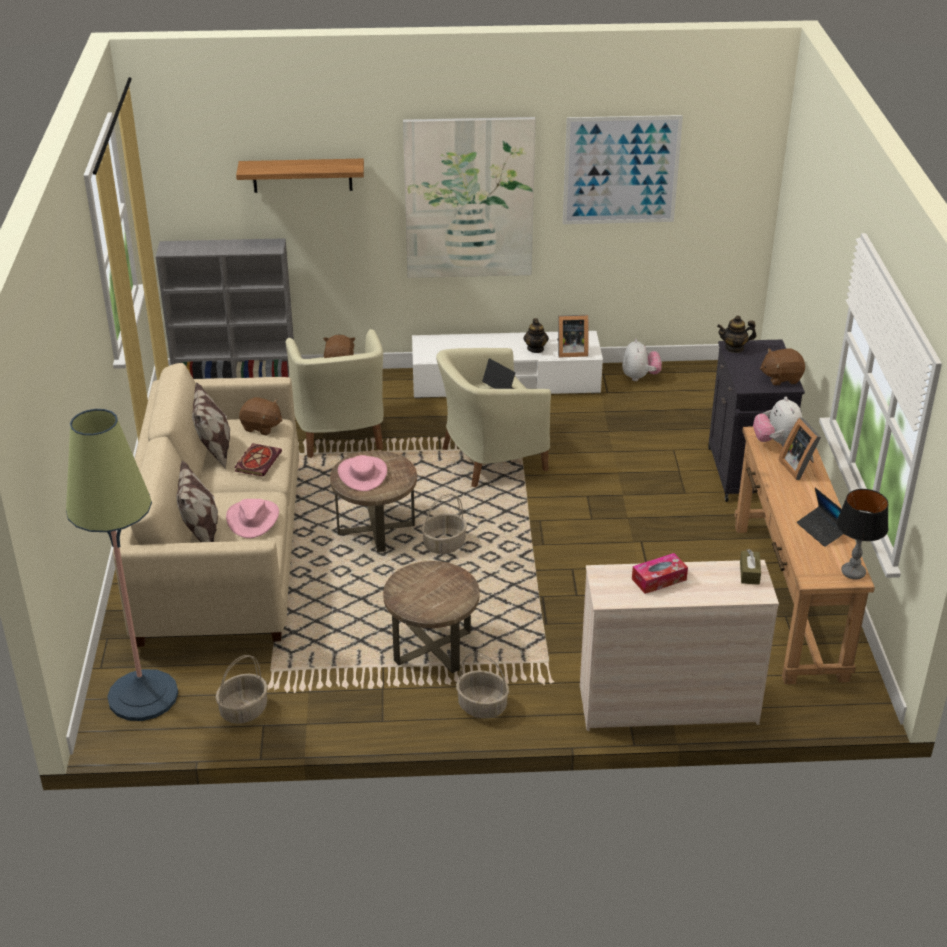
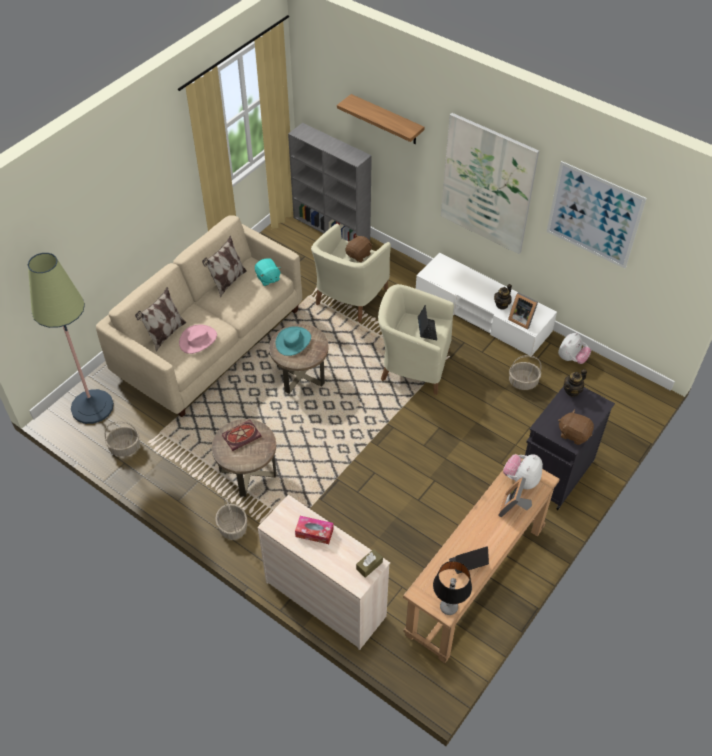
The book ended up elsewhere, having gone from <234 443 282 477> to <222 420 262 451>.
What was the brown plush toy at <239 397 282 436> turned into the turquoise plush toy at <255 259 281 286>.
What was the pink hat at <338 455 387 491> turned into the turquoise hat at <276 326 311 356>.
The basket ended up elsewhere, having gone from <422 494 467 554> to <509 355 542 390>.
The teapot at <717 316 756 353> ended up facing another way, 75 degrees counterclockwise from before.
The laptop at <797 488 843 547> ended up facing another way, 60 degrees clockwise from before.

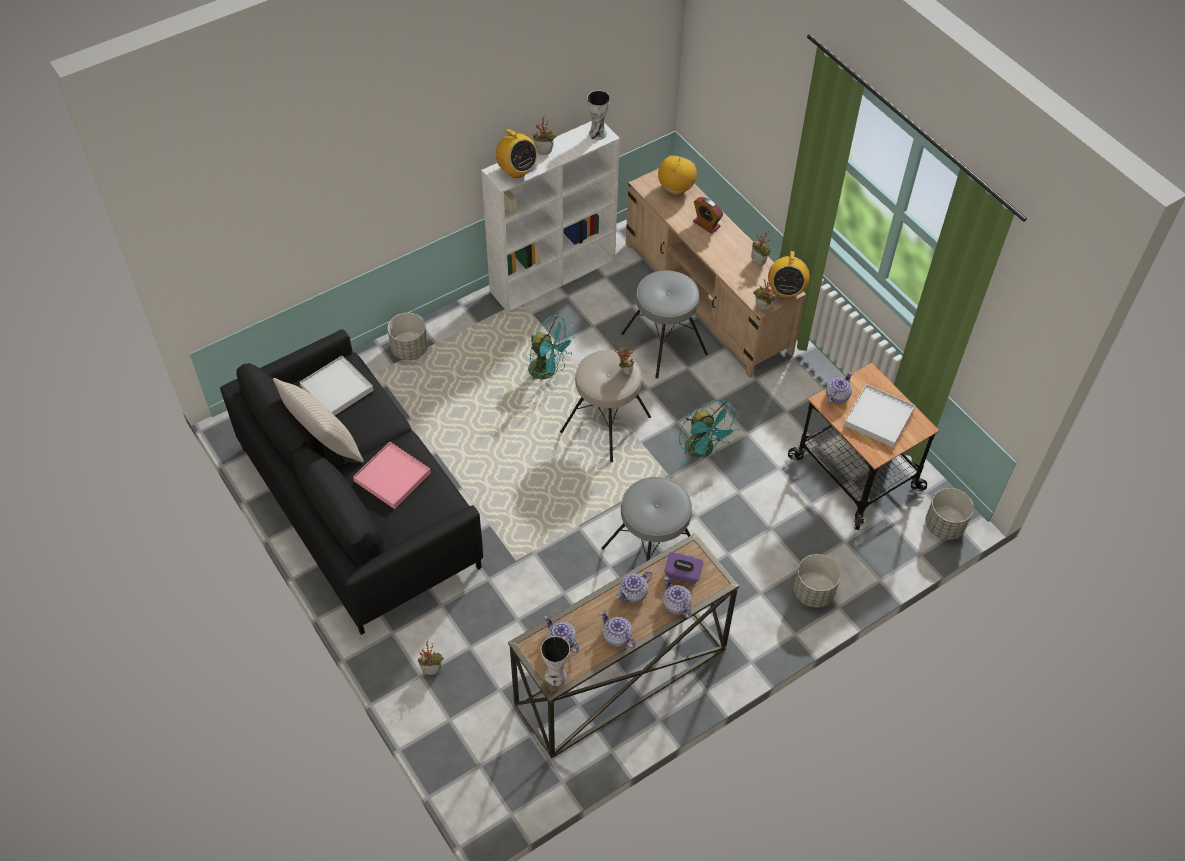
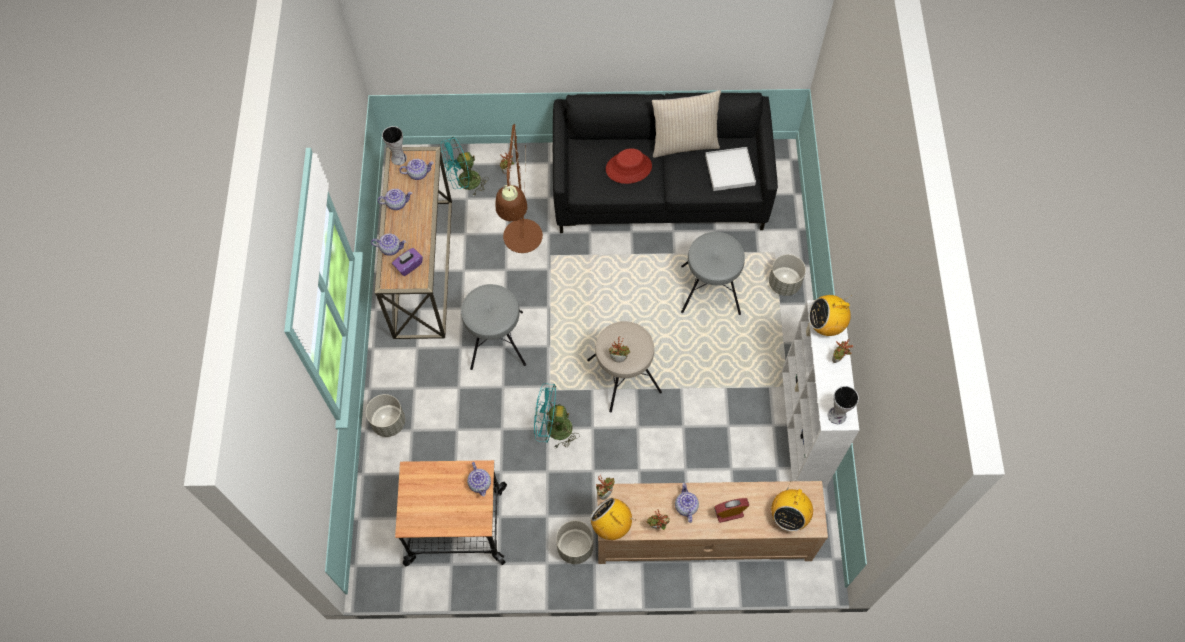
Where the pink tray stood at <353 442 431 509>, the red hat came to stand at <606 148 652 184>.
The turquoise fan ended up elsewhere, having gone from <528 314 575 387> to <441 137 489 197>.
The teapot ended up elsewhere, having gone from <616 570 652 603> to <675 483 699 523>.
The grey stool ended up elsewhere, having gone from <621 270 708 378> to <681 232 745 315>.
The radio at <658 155 697 196> ended up facing another way, 60 degrees clockwise from before.
The second view lost the white tray at <844 384 915 447>.
The grey planter ended up elsewhere, having gone from <925 488 974 540> to <556 520 594 564>.
The second view gained the brown floor lamp at <495 125 543 253>.

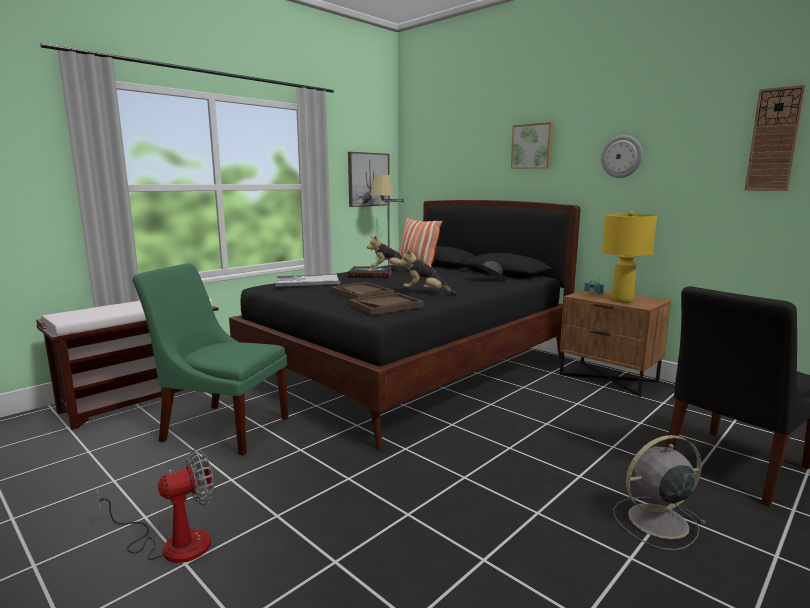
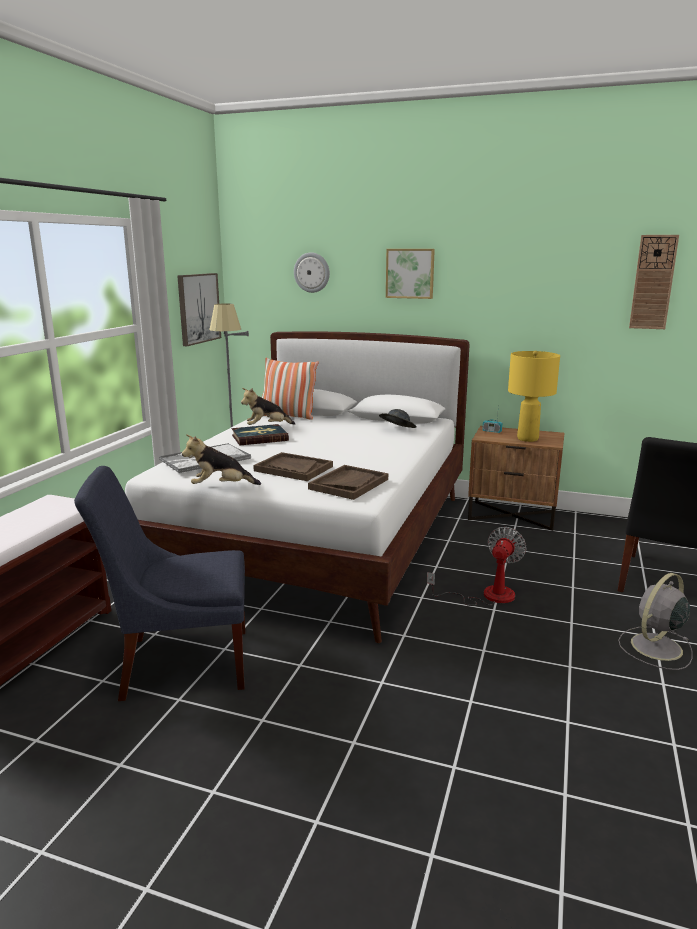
The fan ended up elsewhere, having gone from <97 449 214 563> to <427 527 526 606>.
What was the green chair at <133 263 288 456> turned into the blue chair at <74 466 245 701>.
What was the black bed at <229 200 580 450> turned into the white bed at <125 331 470 643>.
The plush toy ended up elsewhere, having gone from <398 249 457 295> to <182 434 261 485>.
The wall clock ended up elsewhere, having gone from <601 135 643 178> to <294 252 330 293>.

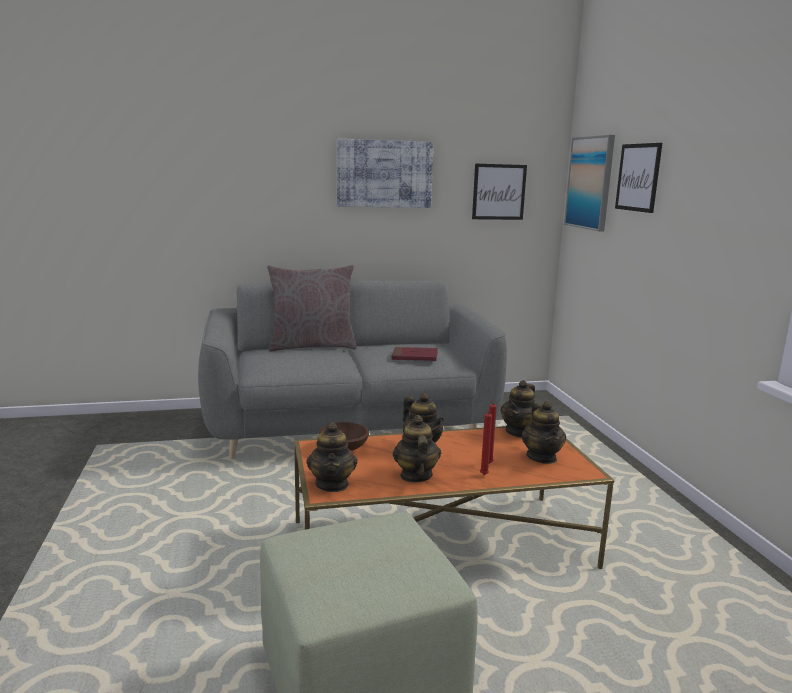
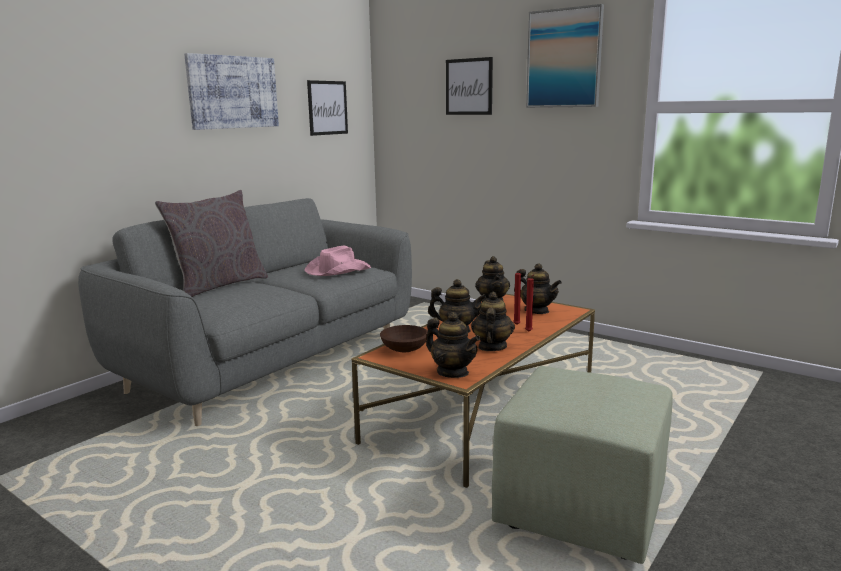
Where the red book stood at <392 347 438 361>, the pink hat came to stand at <305 245 371 276>.
The teapot at <393 415 441 483> ended up facing another way, 60 degrees clockwise from before.
The picture ended up elsewhere, having gone from <564 135 615 232> to <526 4 604 108>.

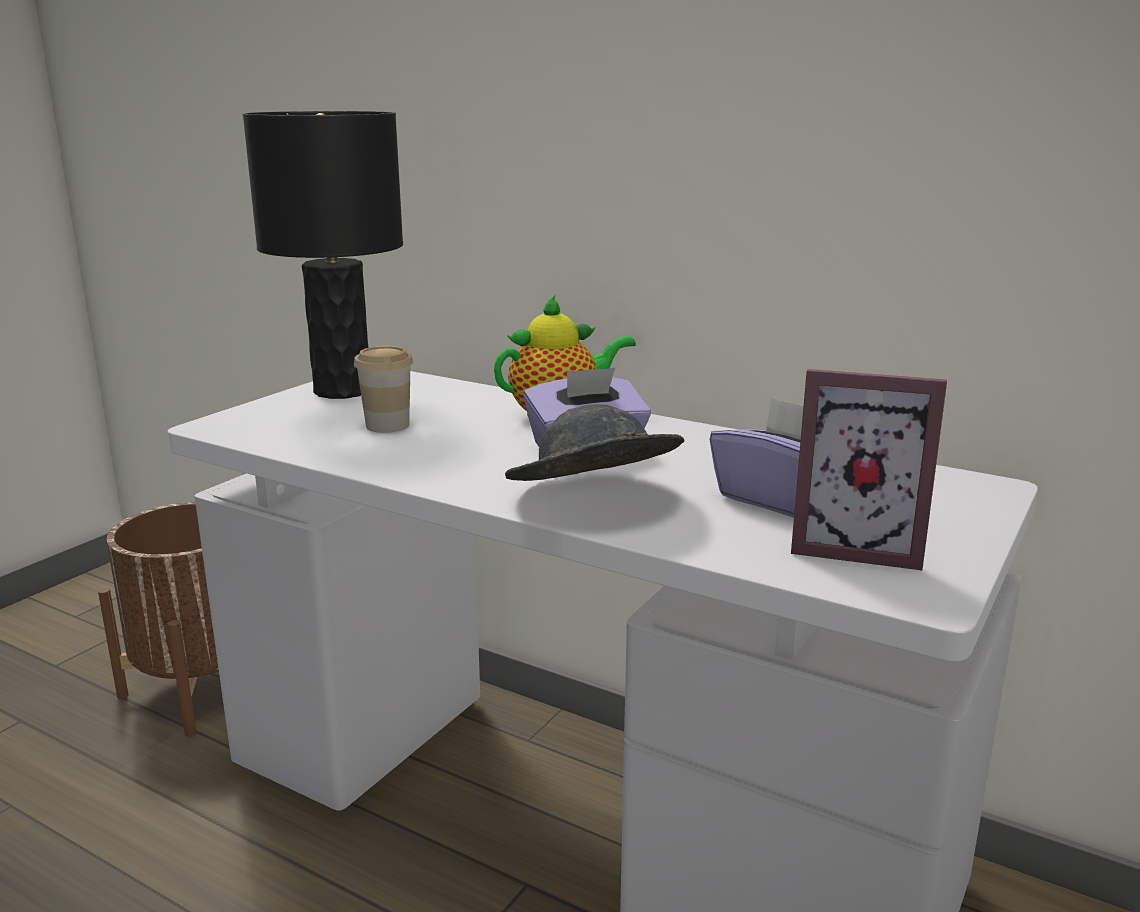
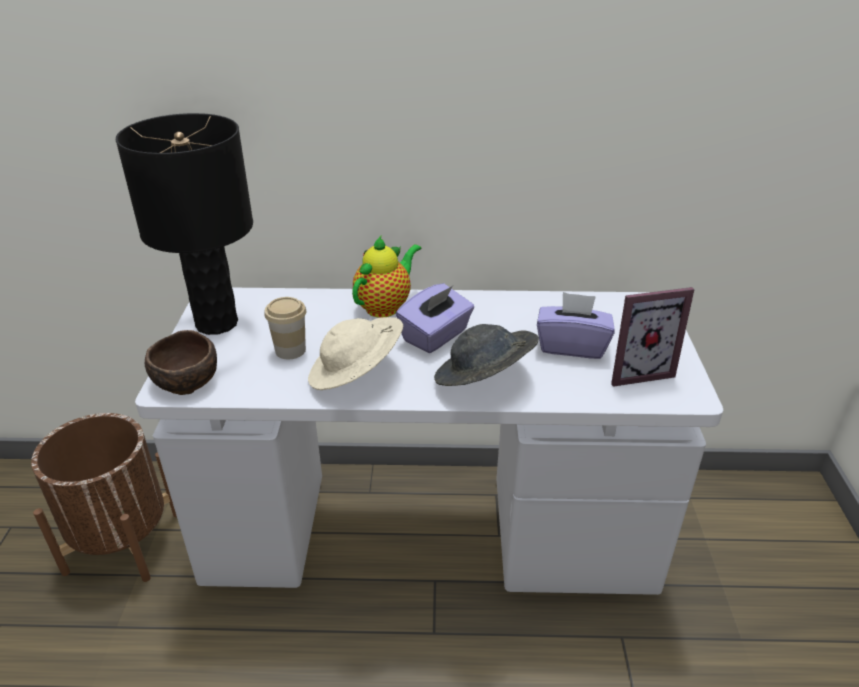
The second view gained the brown bowl at <145 330 217 395>.
The second view gained the beige hat at <308 317 403 390>.

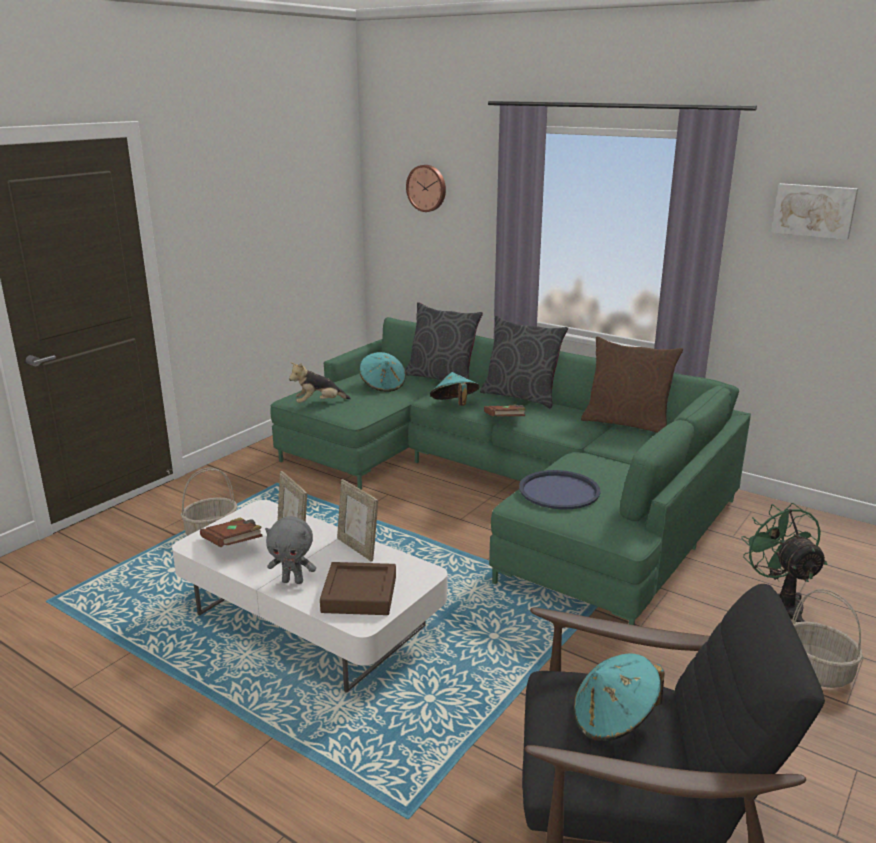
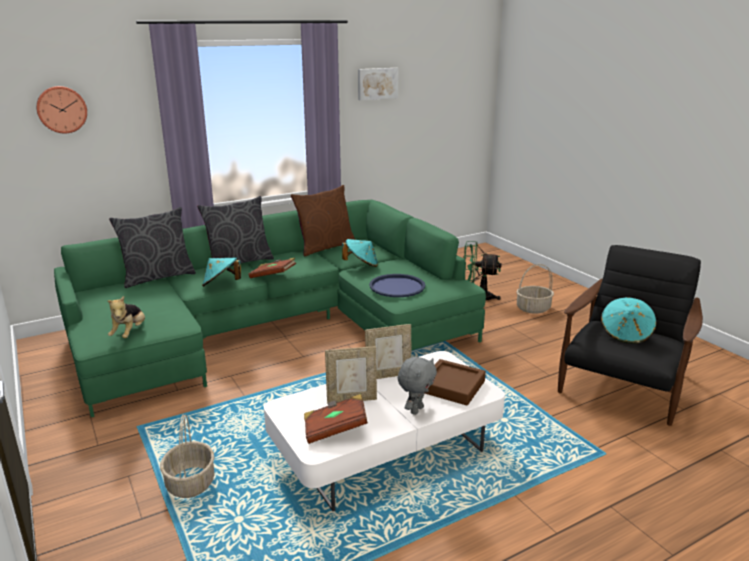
The turquoise hat ended up elsewhere, having gone from <360 352 406 392> to <342 239 378 267>.

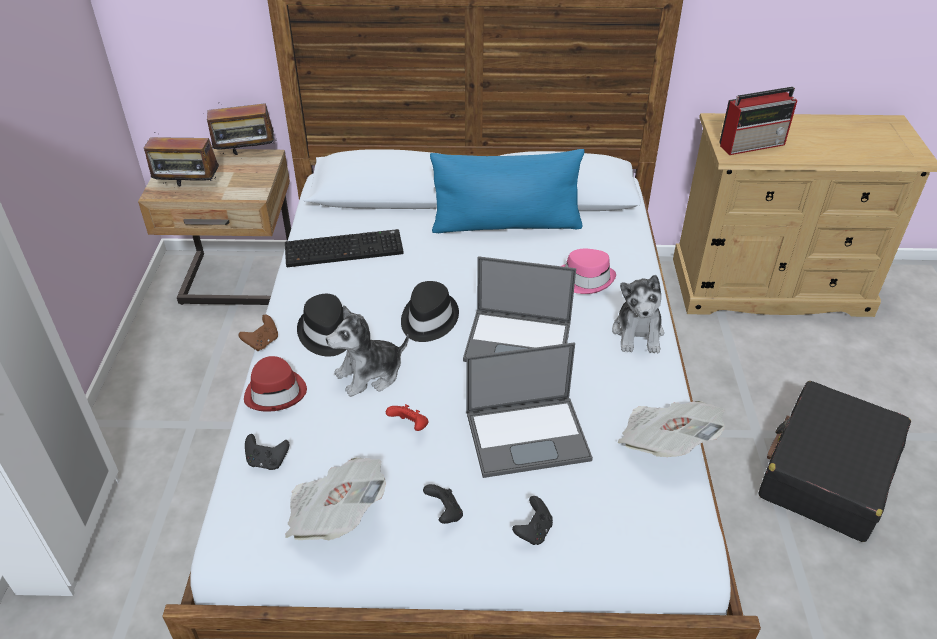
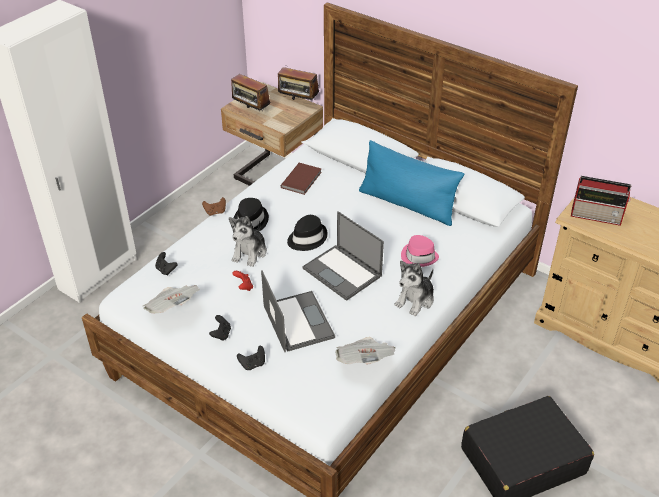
The second view lost the red hat at <244 356 307 412>.
Where the keyboard stood at <285 229 404 267>, the brown book came to stand at <281 163 322 195>.
The plush toy at <326 305 409 397> ended up facing another way, 75 degrees counterclockwise from before.
The laptop at <466 342 593 478> ended up facing another way, 135 degrees counterclockwise from before.

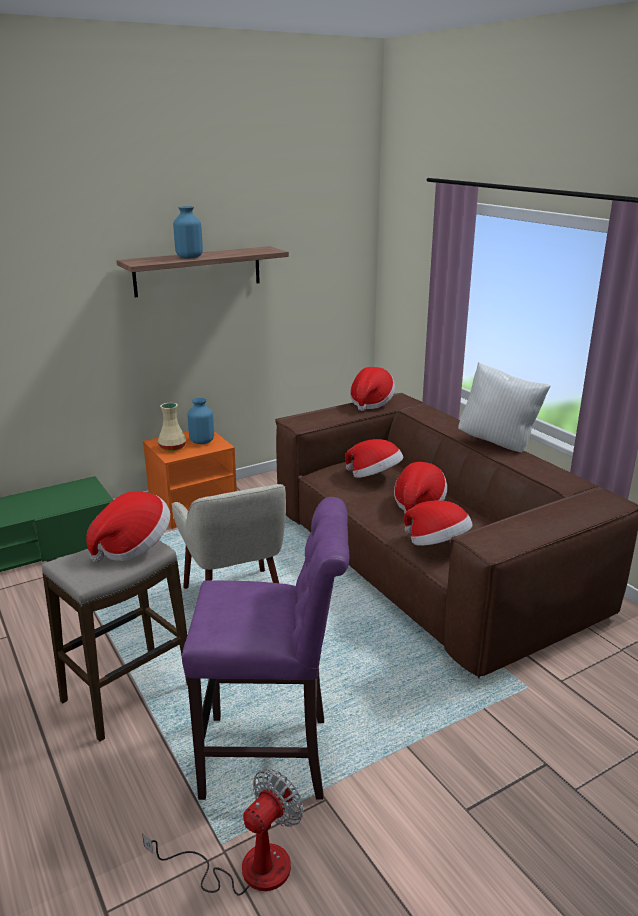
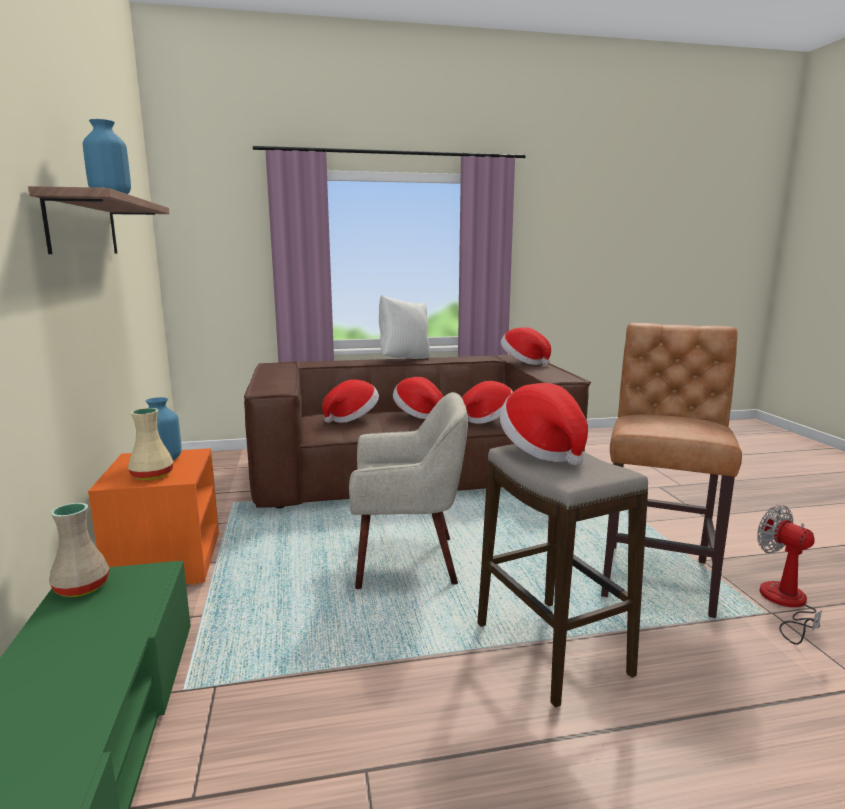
What was the purple stool at <182 497 349 800> turned into the brown stool at <601 323 742 618>.
The hat ended up elsewhere, having gone from <350 367 395 411> to <501 327 551 365>.
The second view gained the beige vase at <49 503 110 597>.

